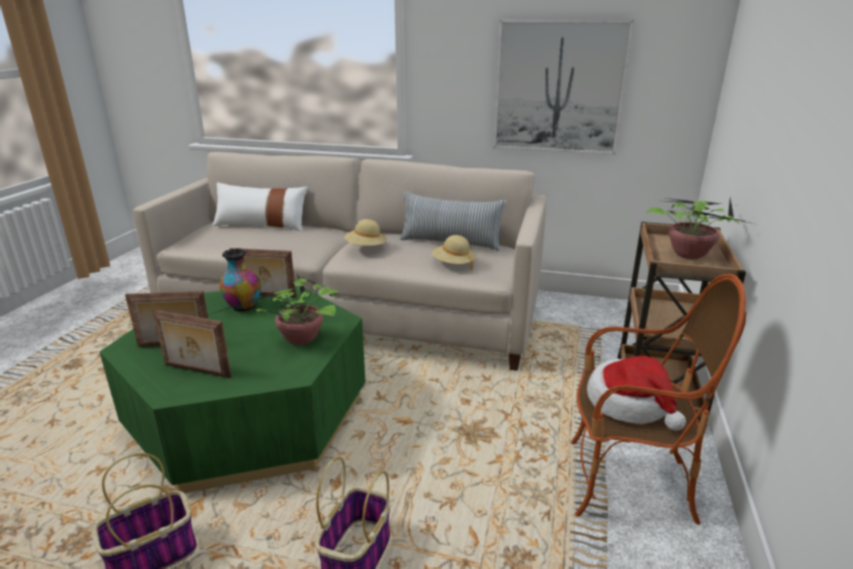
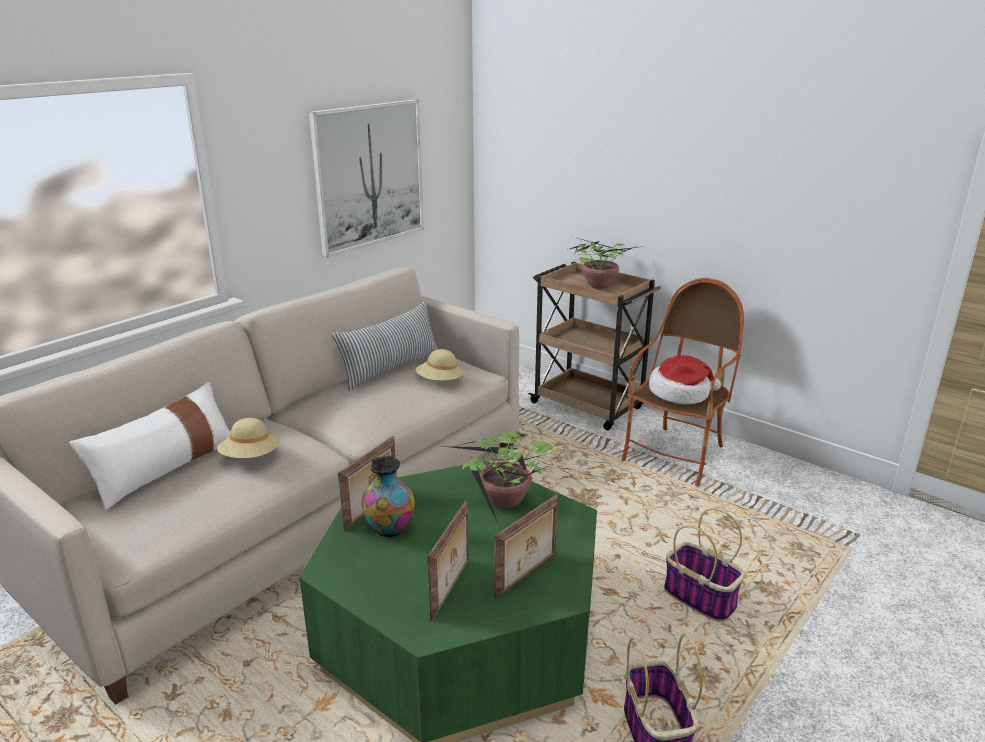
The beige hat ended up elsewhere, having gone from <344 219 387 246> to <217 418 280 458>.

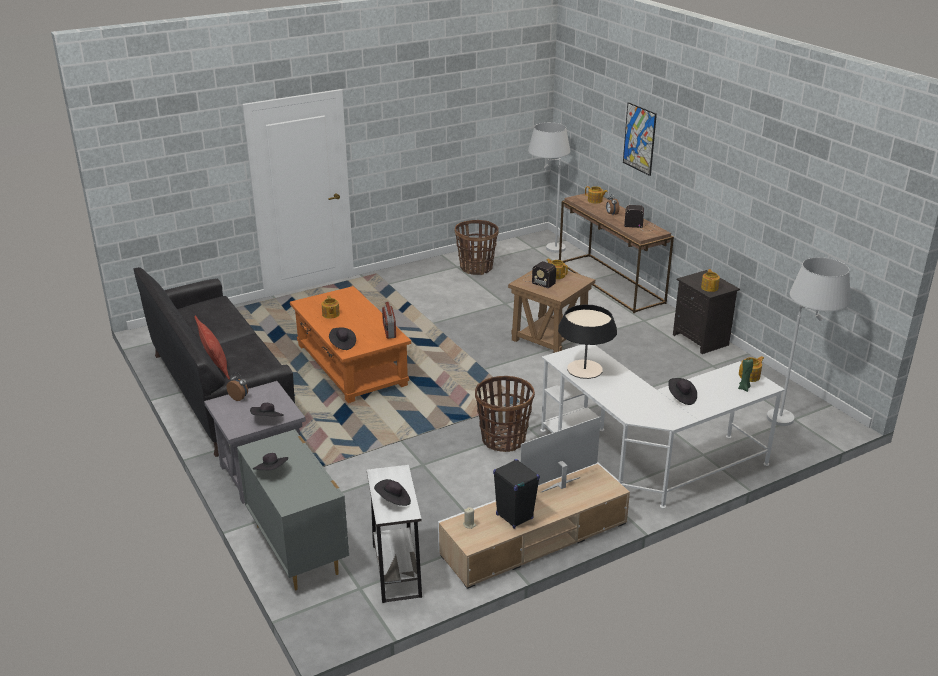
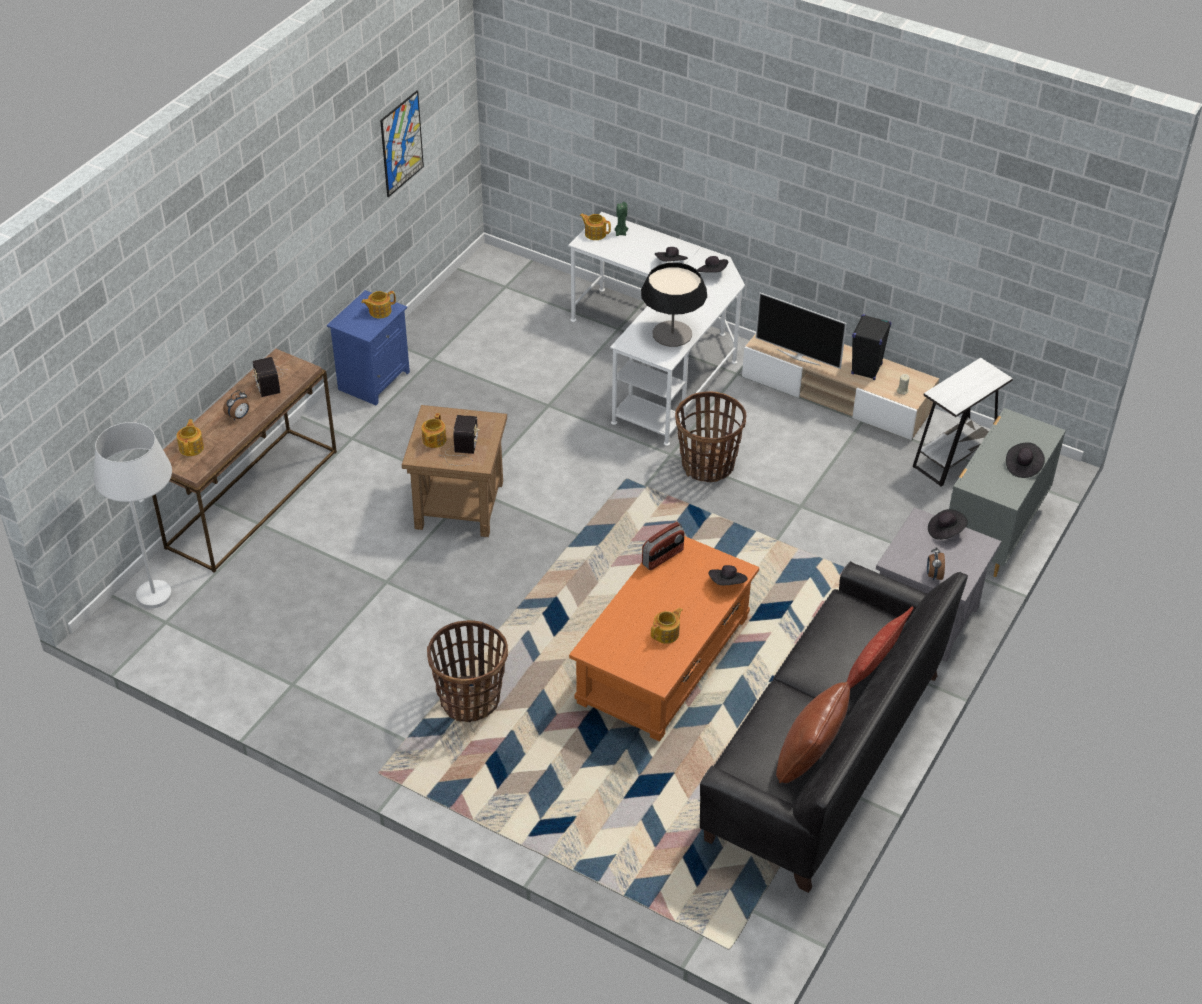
The black hat ended up elsewhere, having gone from <374 479 411 506> to <697 256 729 273>.
The basket ended up elsewhere, having gone from <455 220 499 275> to <427 620 508 723>.
The picture ended up elsewhere, having gone from <623 102 657 176> to <380 91 424 197>.
What was the black nightstand at <673 270 740 354> turned into the blue nightstand at <327 290 410 405>.
The second view lost the white floor lamp at <767 257 851 426>.
The second view gained the brown pillow at <776 682 850 783>.

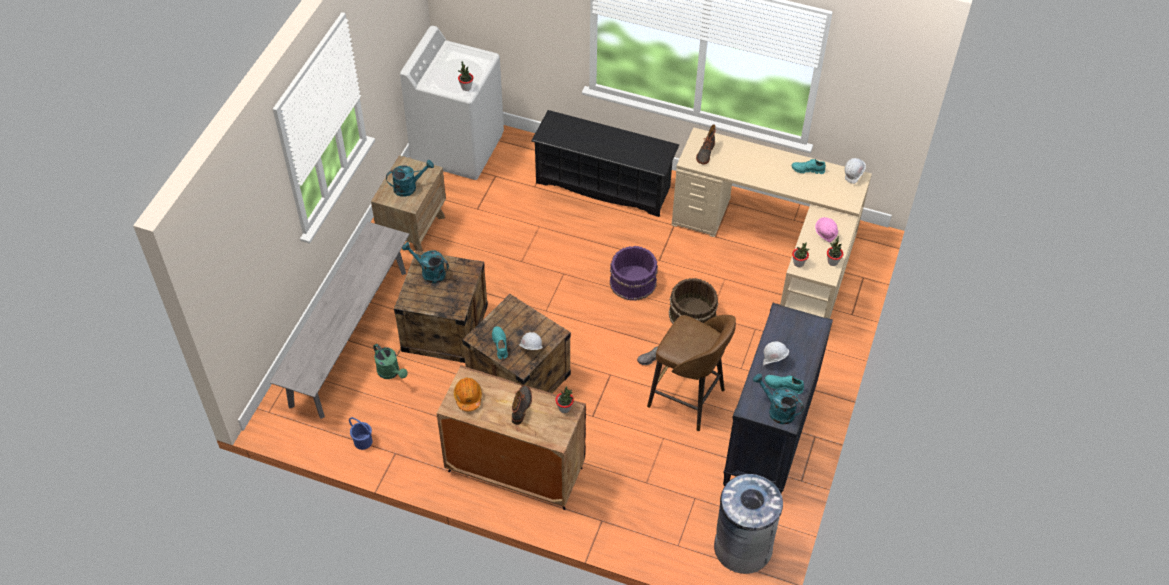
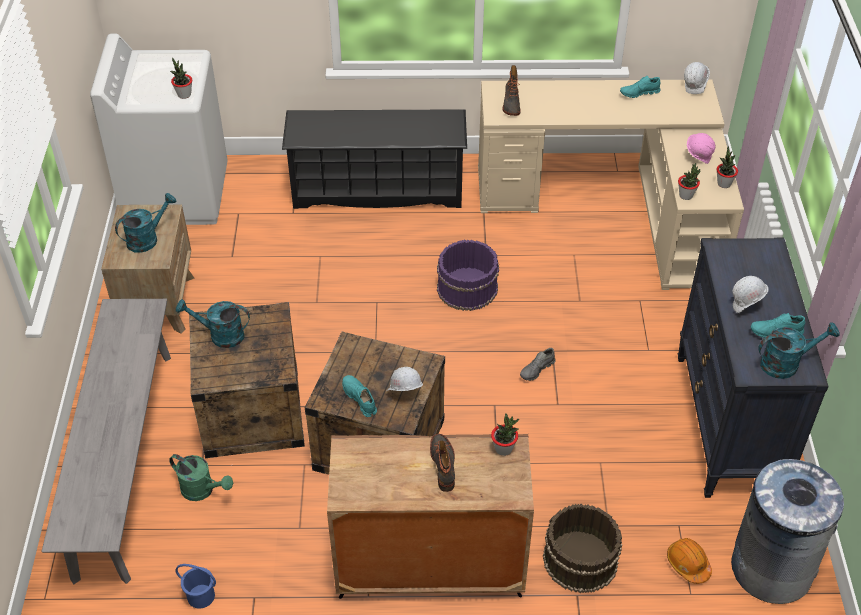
The orange hard hat ended up elsewhere, having gone from <454 378 482 412> to <667 538 712 584>.
The second view lost the brown stool at <647 315 736 431>.
The brown bucket ended up elsewhere, having gone from <668 278 718 324> to <543 504 622 593>.
The turquoise watering can at <753 374 804 424> ended up facing another way, 150 degrees clockwise from before.

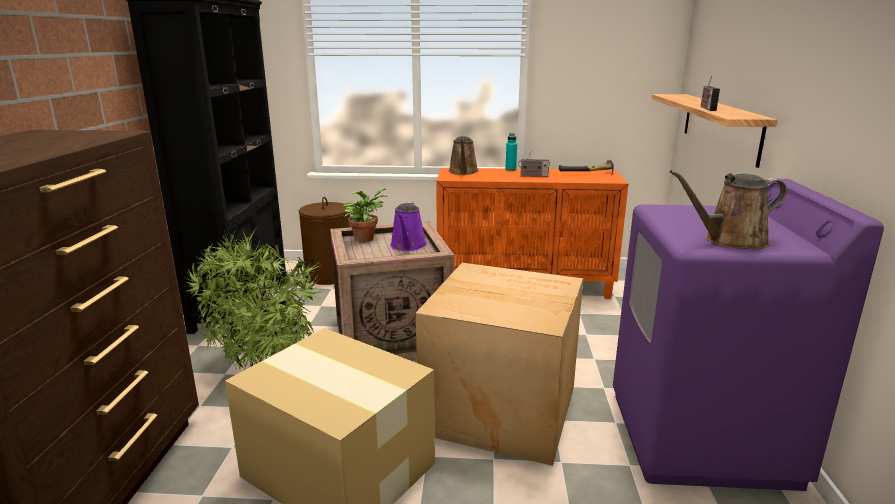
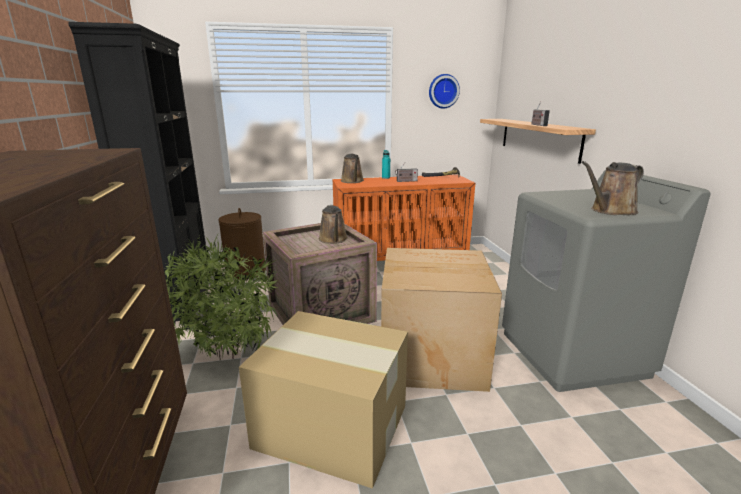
The second view lost the potted plant at <343 188 387 242>.
What was the purple watering can at <390 202 427 251> turned into the brown watering can at <319 205 348 244>.
What was the purple washing machine at <613 179 884 491> turned into the grey washing machine at <502 170 710 392>.
The second view gained the wall clock at <429 74 460 108>.

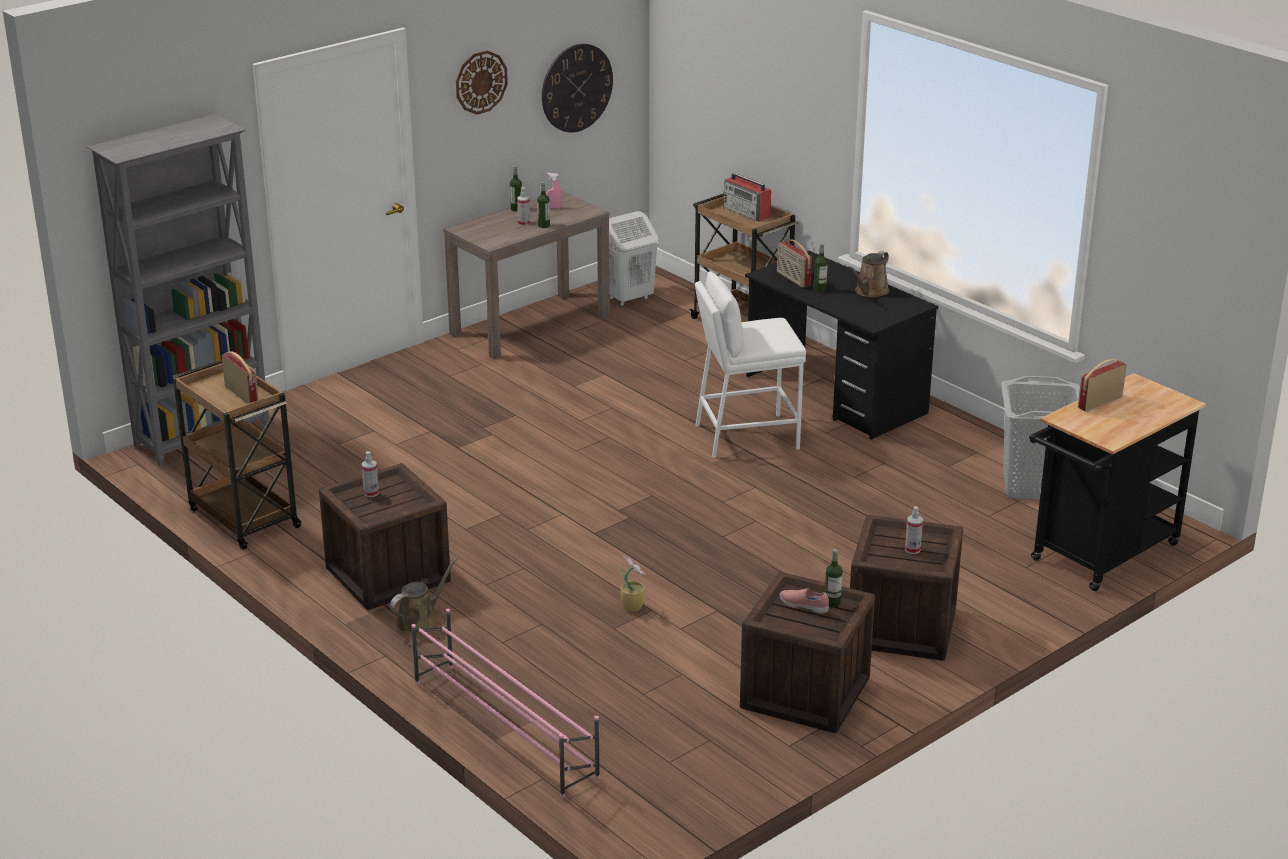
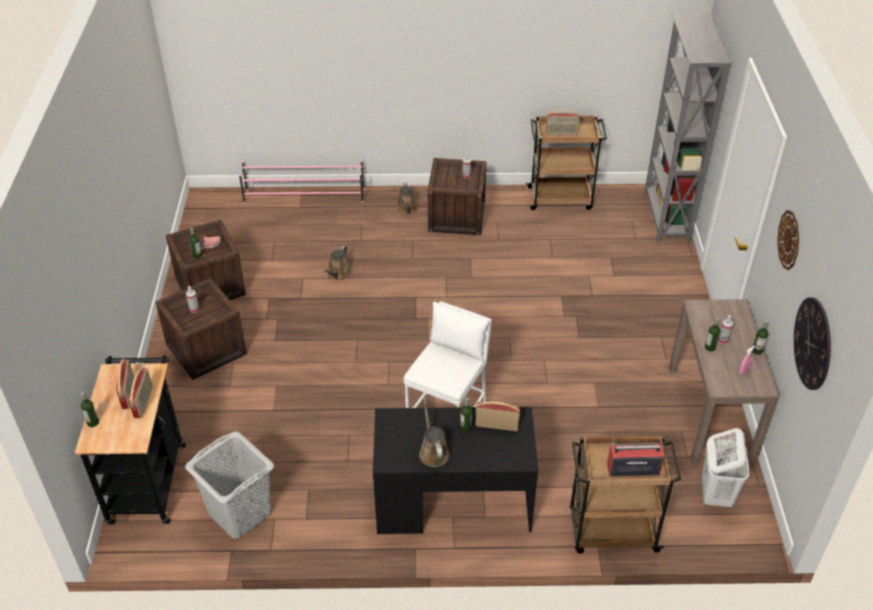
Where the potted plant stood at <618 556 646 611>, the brown watering can came to stand at <323 245 352 280>.
The second view gained the bottle at <81 392 99 427>.
The second view gained the radio at <116 359 134 409>.

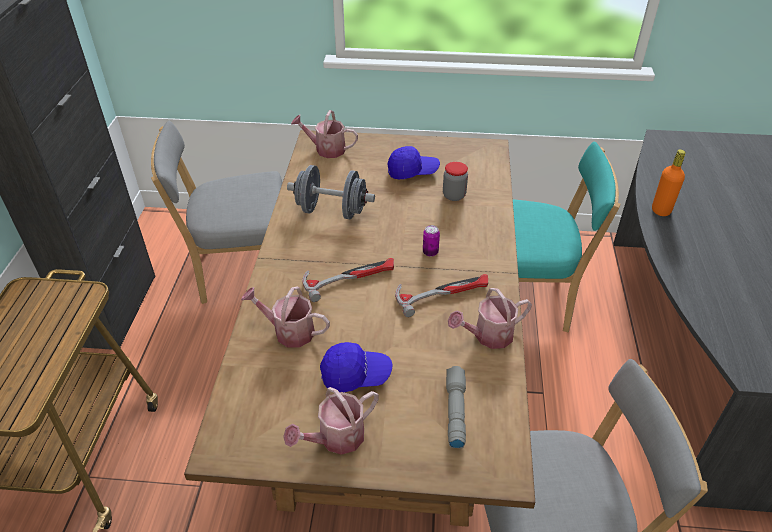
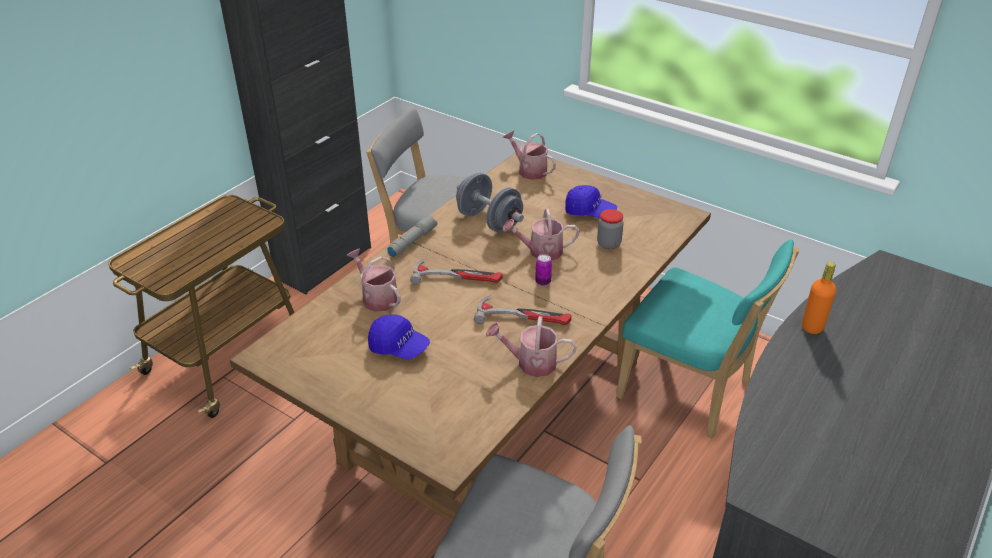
The watering can ended up elsewhere, having gone from <283 387 379 455> to <503 208 579 260>.
The grey flashlight ended up elsewhere, having gone from <446 366 466 449> to <387 215 437 257>.

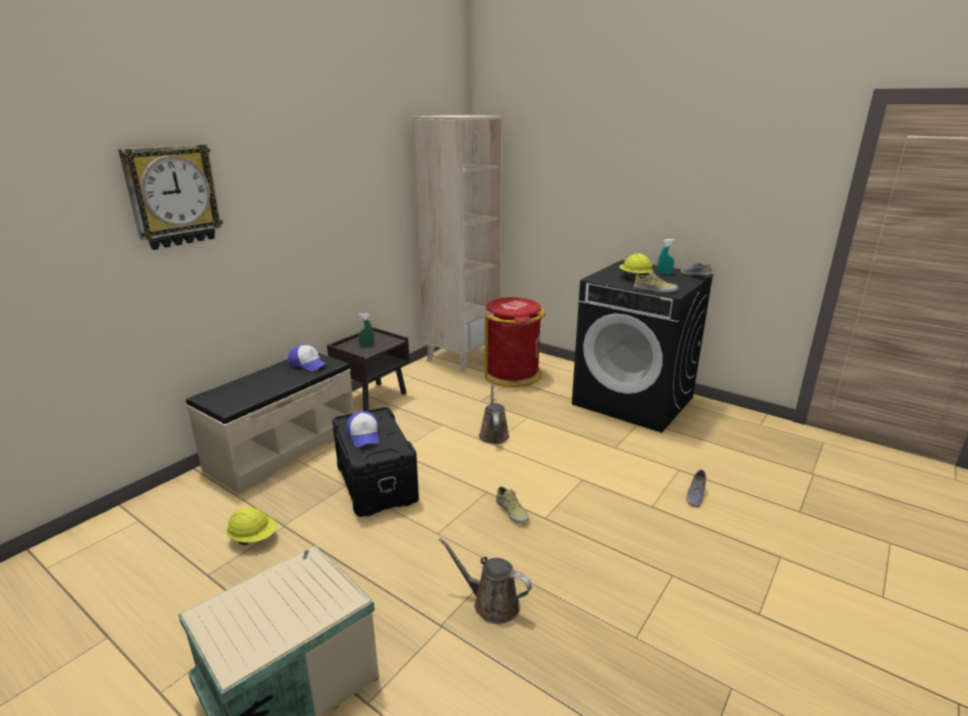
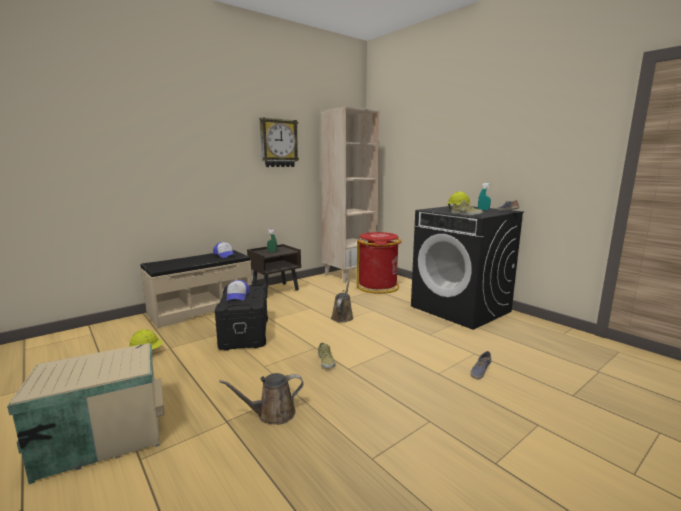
The wall clock ended up elsewhere, having gone from <118 144 223 250> to <260 117 299 167>.
The brown watering can at <439 537 532 624> ended up facing another way, 60 degrees counterclockwise from before.

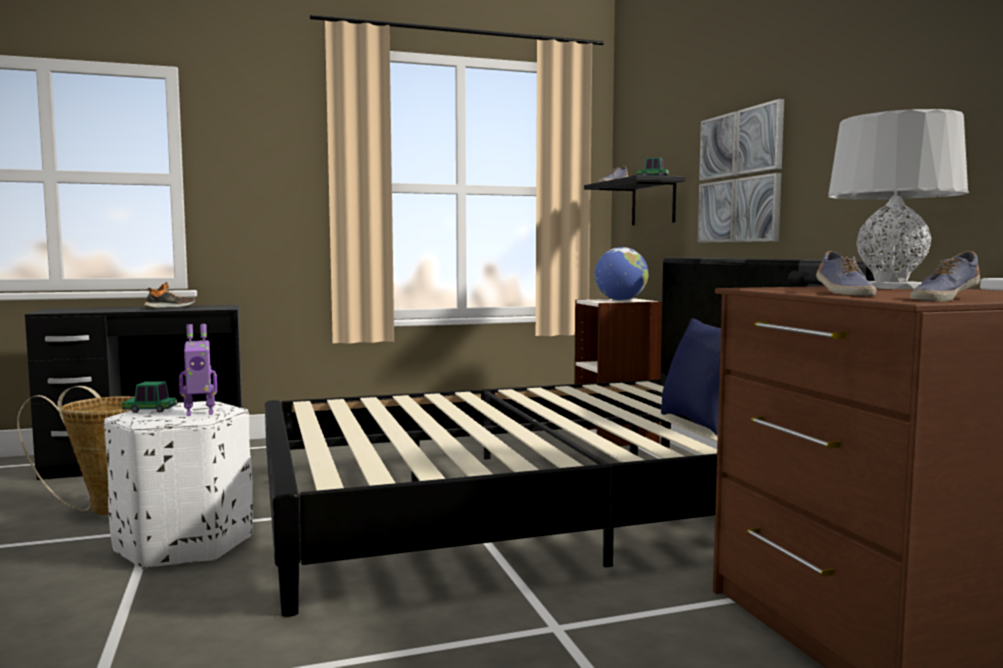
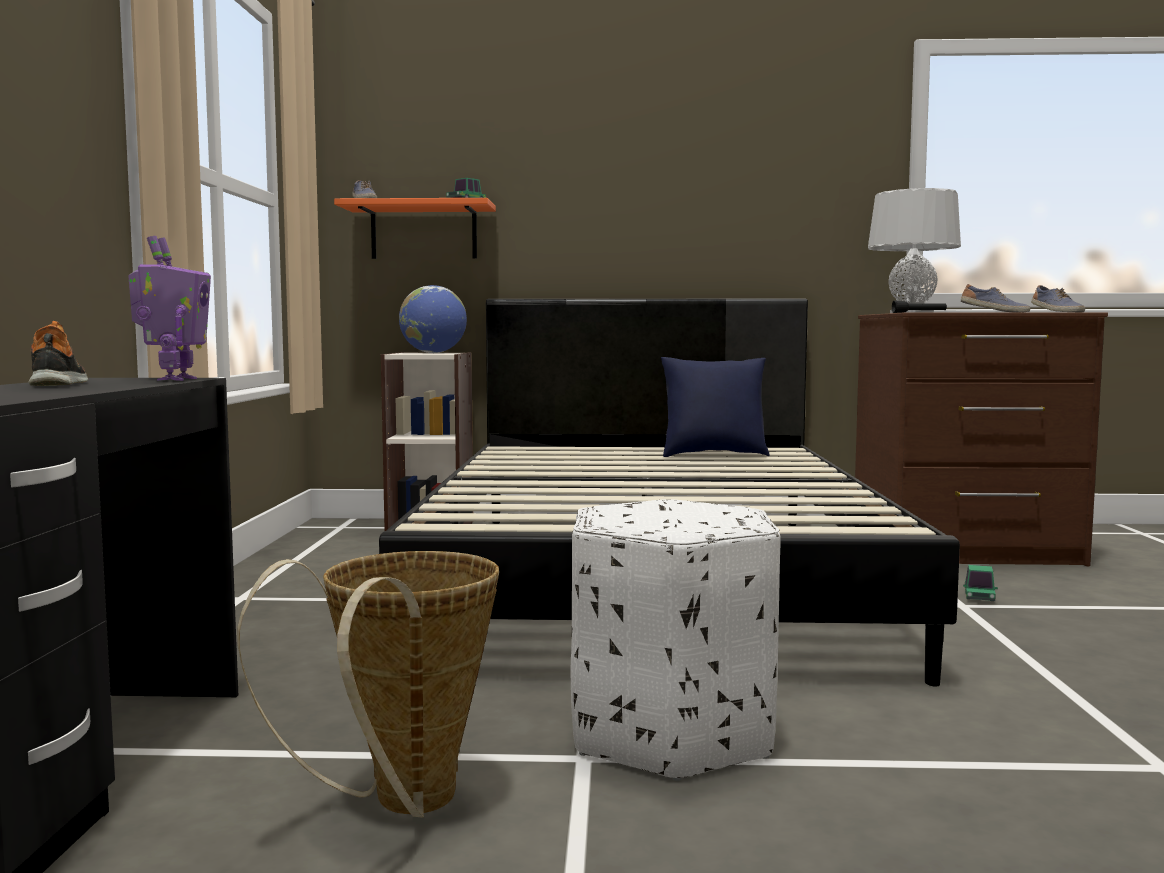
The toy car ended up elsewhere, having gone from <122 381 177 413> to <963 565 998 601>.
The toy robot ended up elsewhere, having gone from <179 324 217 416> to <128 236 211 381>.
What was the black shelf at <584 175 685 225> turned into the orange shelf at <334 198 496 259>.
The second view lost the picture at <698 99 784 243>.

